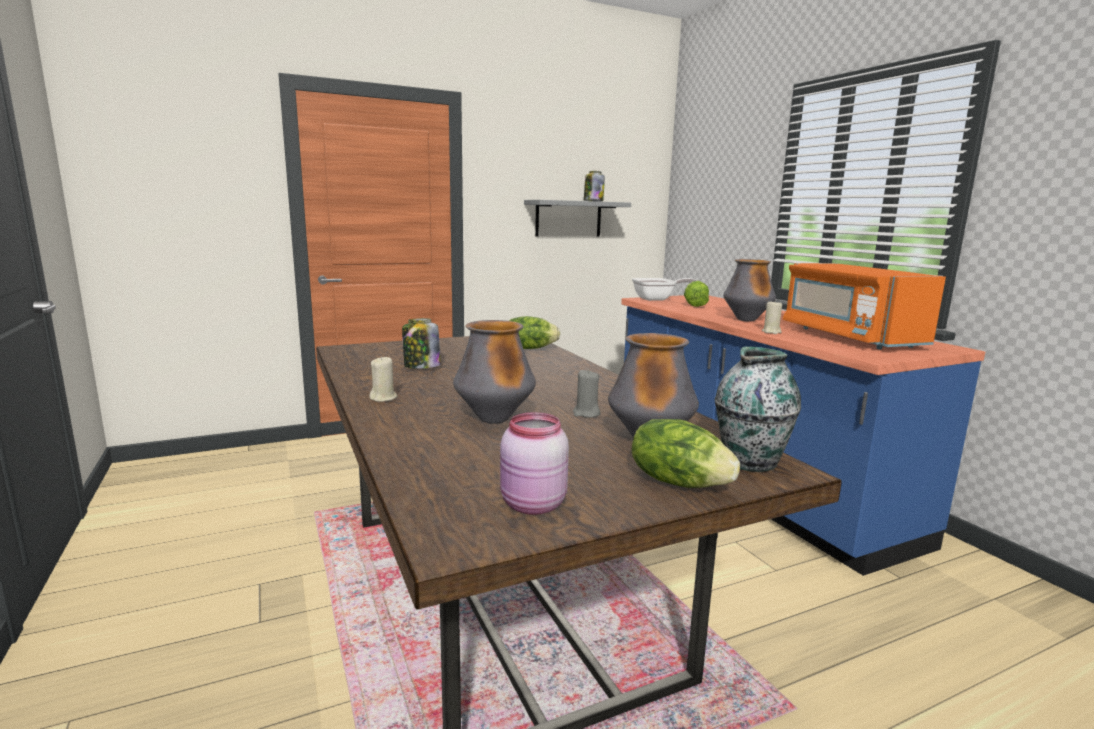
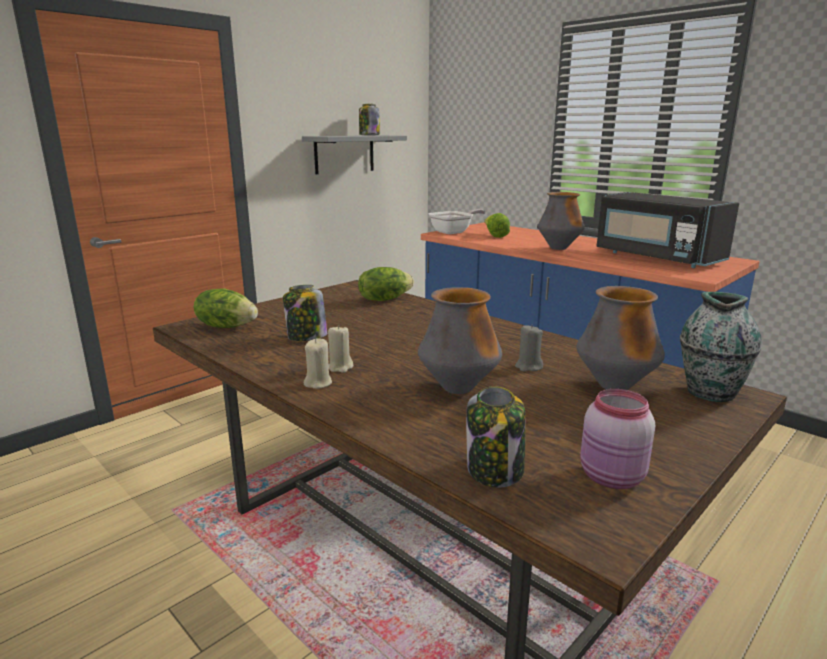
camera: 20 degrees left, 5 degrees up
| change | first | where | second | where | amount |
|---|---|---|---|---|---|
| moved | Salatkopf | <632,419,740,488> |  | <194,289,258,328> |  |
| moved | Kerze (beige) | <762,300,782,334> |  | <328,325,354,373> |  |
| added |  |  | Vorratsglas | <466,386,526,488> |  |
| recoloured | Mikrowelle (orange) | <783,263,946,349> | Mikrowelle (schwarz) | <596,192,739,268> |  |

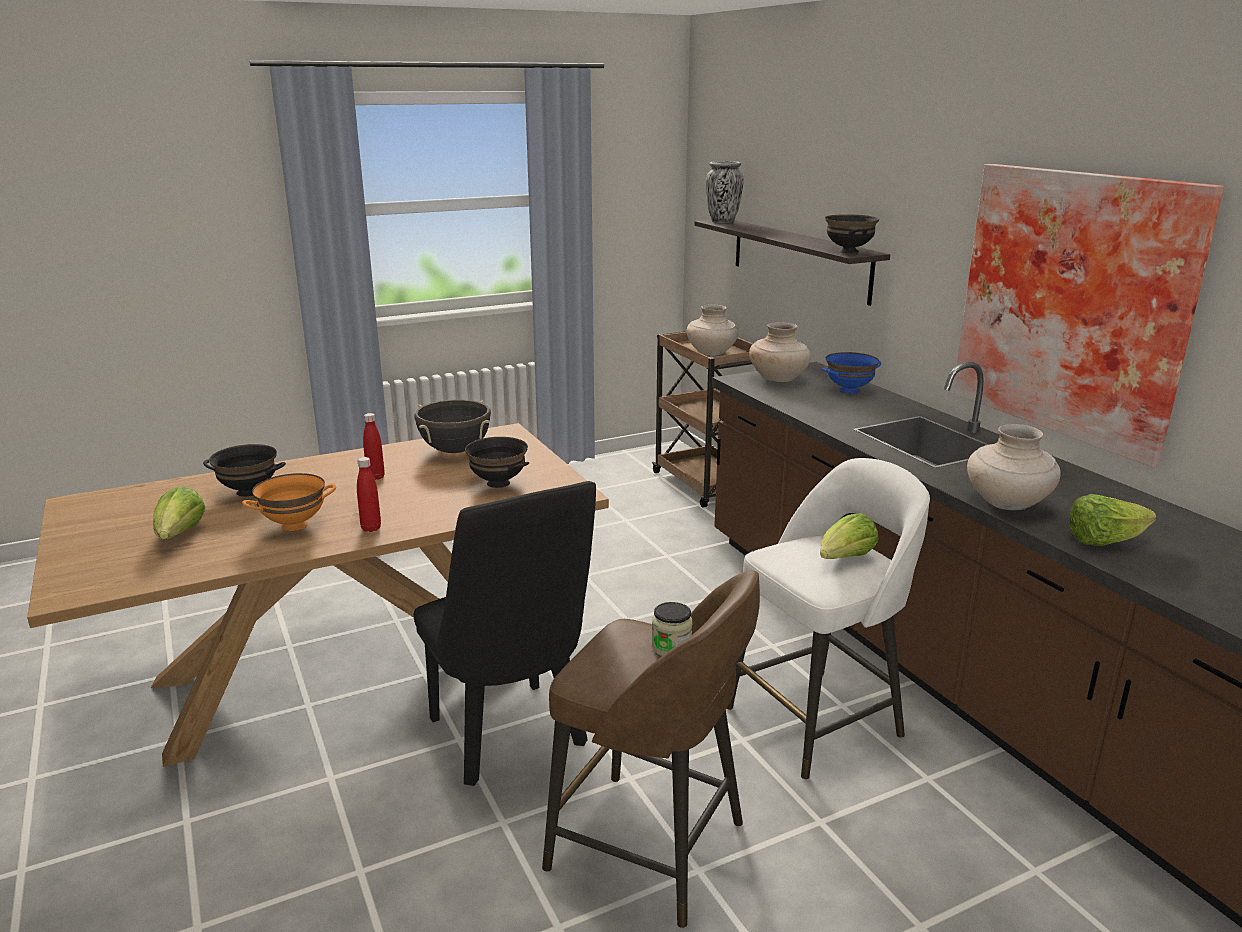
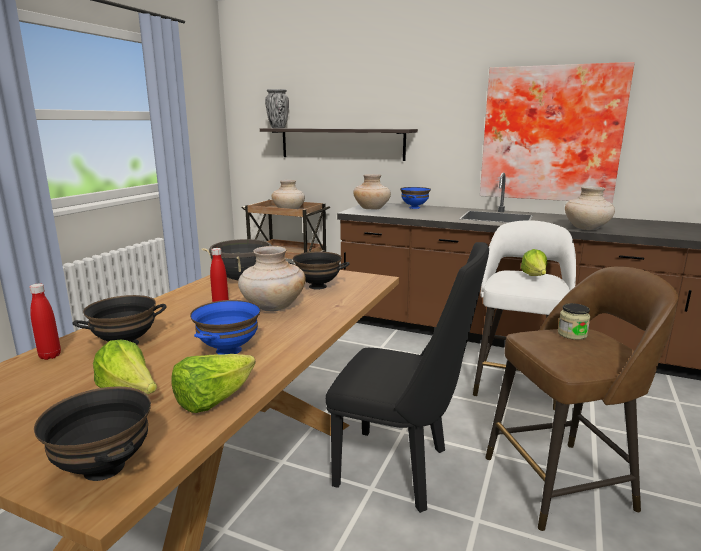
camera: 40 degrees left, 5 degrees down
| change | first | where | second | where | amount |
|---|---|---|---|---|---|
| moved | Flasche (rot) | <357,457,381,532> |  | <29,284,61,360> |  |
| moved | Schüssel (schwarz) | <825,214,879,253> |  | <34,386,151,481> |  |
| moved | Salatkopf | <1069,494,1156,546> |  | <171,354,256,413> |  |
| recoloured | Schüssel (orange) | <242,473,336,531> | Schüssel (blau) | <190,300,260,355> |  |
| added |  |  | Vase (beige) | <238,246,306,311> |  |

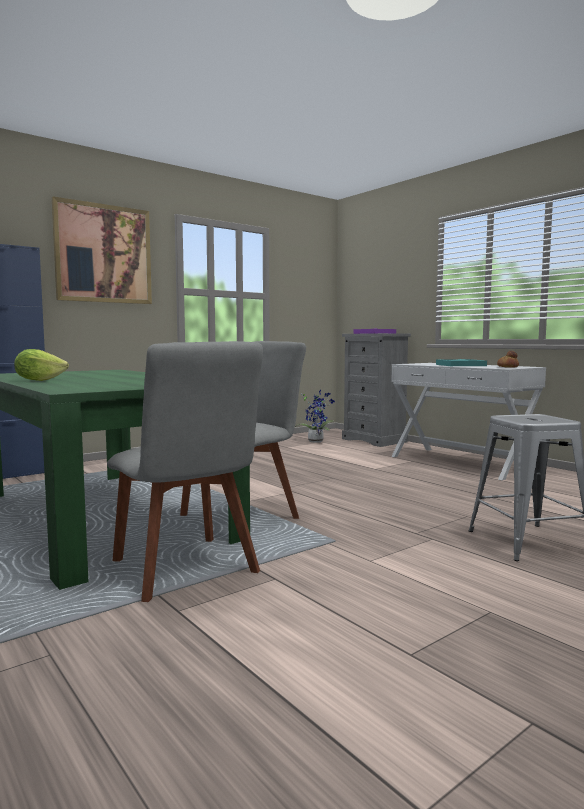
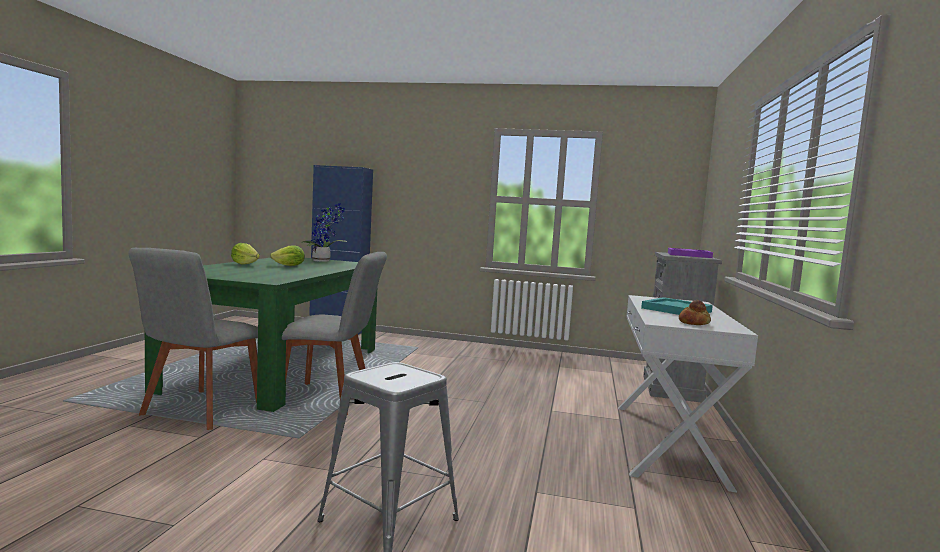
camera: 50 degrees right, 0 degrees up
| change | first | where | second | where | amount |
|---|---|---|---|---|---|
| added |  |  | Salatkopf | <270,246,305,266> |  |
| moved | Topfpflanze | <295,389,335,443> |  | <303,203,347,262> |  |
| removed | Bild | <52,196,152,304> |  |  |  |

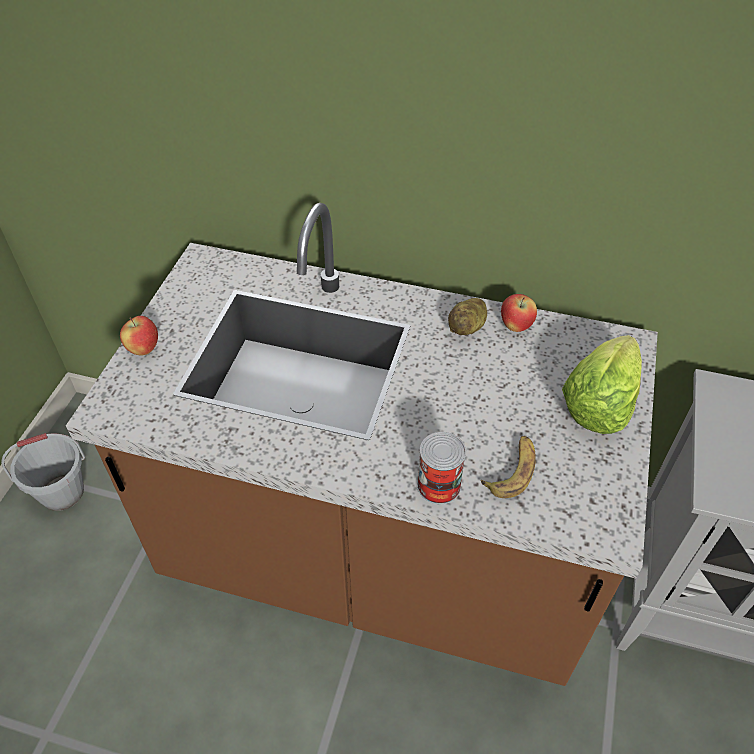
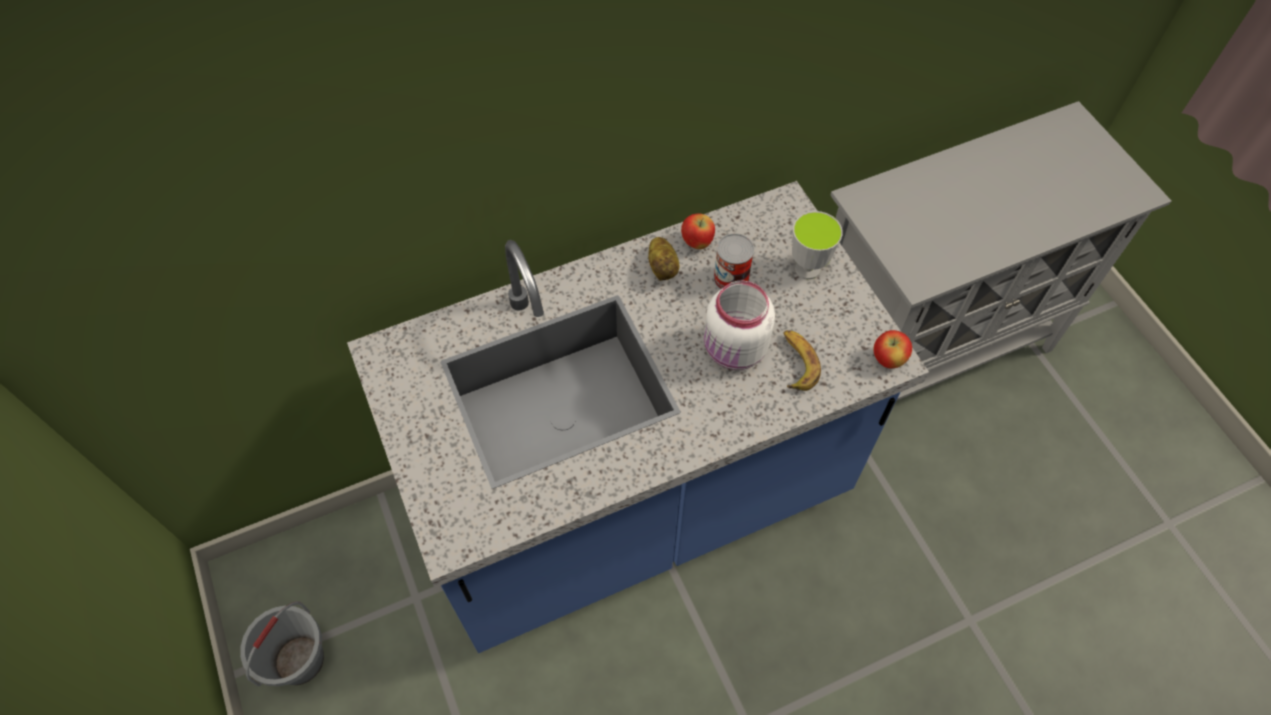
camera: 40 degrees left, 10 degrees up
| change | first | where | second | where | amount |
|---|---|---|---|---|---|
| recoloured | Küchenzeile (braun) | <66,203,658,686> | Küchenzeile (blau) | <347,181,929,653> |  |
| added |  |  | Vorratsglas (weiß) | <704,280,775,370> |  |
| moved | Dose | <417,432,466,504> |  | <713,233,754,290> |  |
| replaced | Salatkopf | <562,335,642,434> | Tasse | <792,211,843,279> |  |
| moved | Apfel | <120,316,158,355> |  | <873,330,912,369> |  |

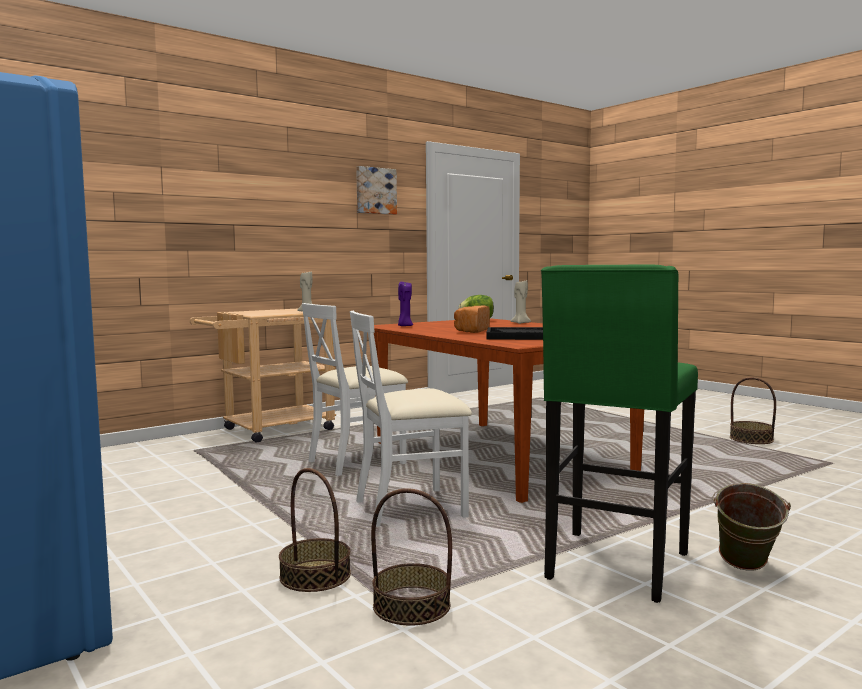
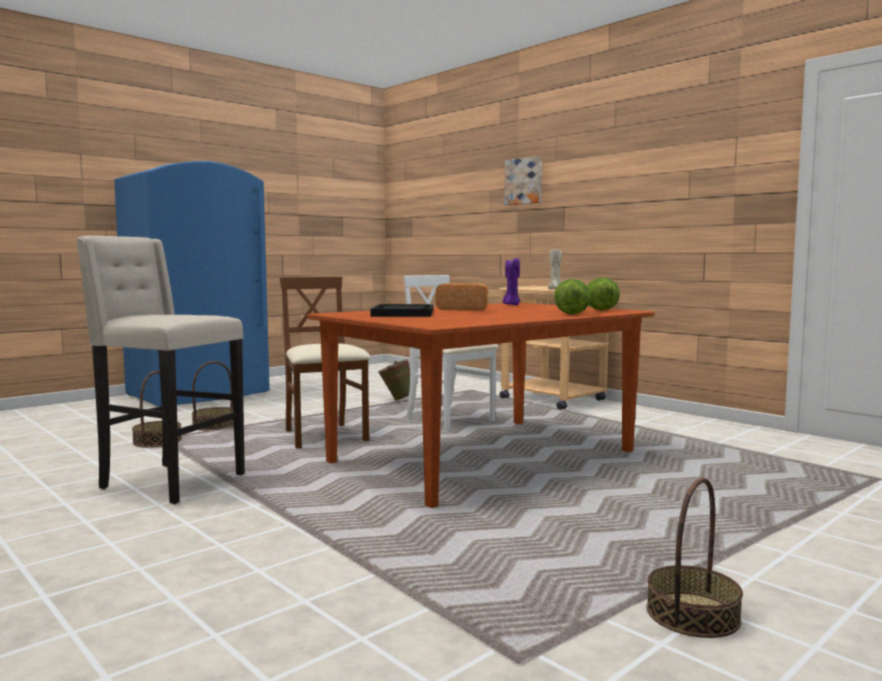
camera: 85 degrees right, 0 degrees up
| change | first | where | second | where | amount |
|---|---|---|---|---|---|
| recoloured | Hocker (grün) | <541,265,698,603> | Hocker (beige) | <76,235,245,504> |  |
| recoloured | Stuhl (weiß) | <350,311,472,527> | Stuhl (braun) | <280,276,371,449> |  |
| moved | Eimer (grün) | <712,483,791,571> |  | <378,359,410,401> |  |
| moved | Bild | <356,166,397,215> |  | <504,156,542,205> |  |
| replaced | Kerze (beige) | <511,280,531,324> | Salatkopf | <554,279,591,315> |  |

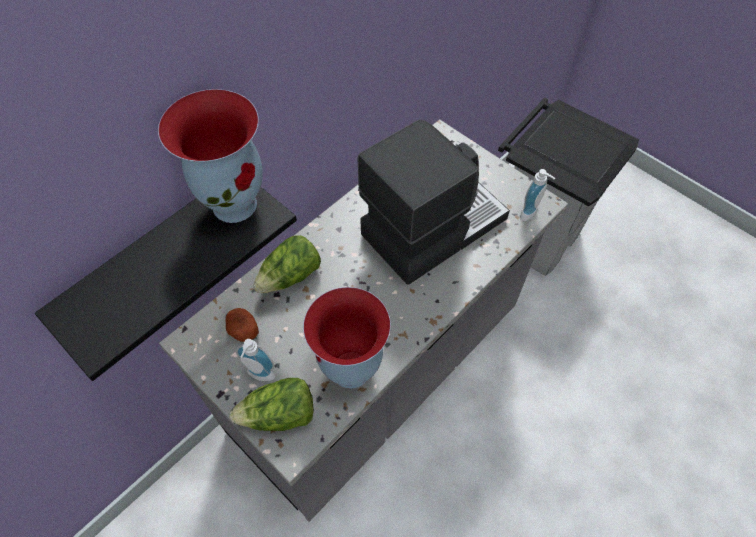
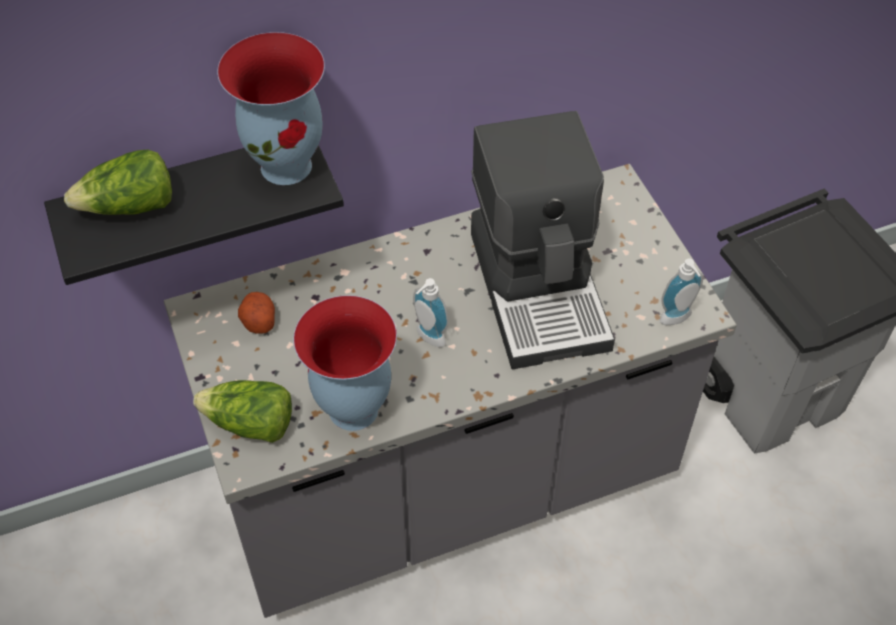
camera: 25 degrees right, 5 degrees down
| change | first | where | second | where | amount |
|---|---|---|---|---|---|
| moved | Salatkopf | <254,235,321,293> |  | <64,150,172,215> |  |
| moved | Seifenspender | <236,339,275,381> |  | <413,278,449,347> |  |
| turned | Kaffeemaschine | <358,120,510,285> |  | <471,111,615,369> | 90 degrees clockwise |

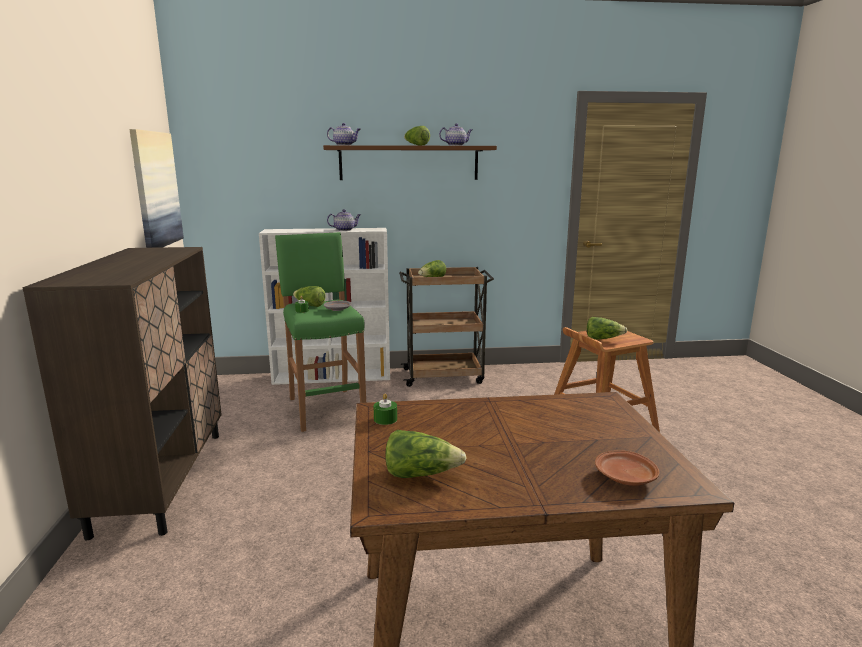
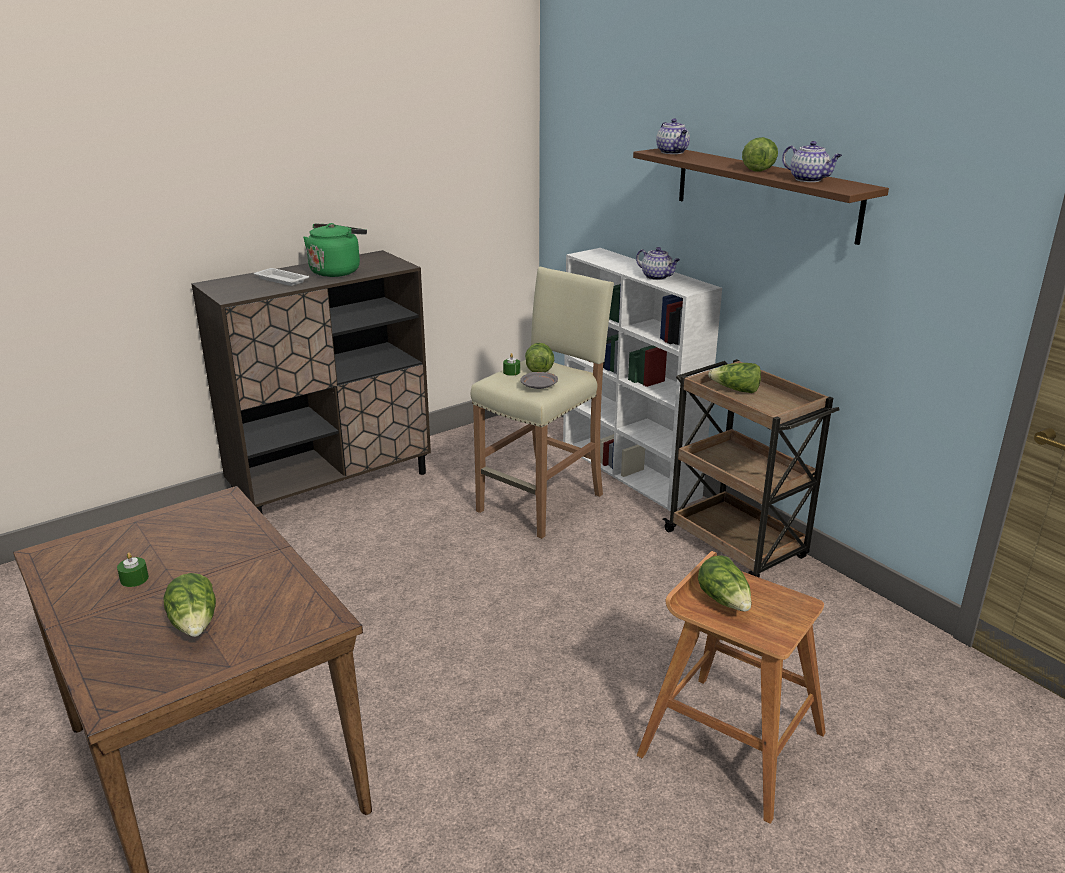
camera: 60 degrees right, 10 degrees up
| change | first | where | second | where | amount |
|---|---|---|---|---|---|
| moved | Kerze (grün) | <374,393,397,425> |  | <117,552,149,587> |  |
| moved | Salatkopf | <385,430,467,478> |  | <163,573,216,637> |  |
| added |  |  | Tablett (weiß) | <254,268,309,286> |  |
| added |  |  | Wasserkessel (grün) | <303,223,367,277> |  |
| recoloured | Hocker (grün) | <275,232,366,432> | Hocker (beige) | <471,267,614,539> |  |
| removed | Bild | <129,129,184,248> |  |  |  |
| removed | Teller (braun) | <595,450,660,486> |  |  |  |

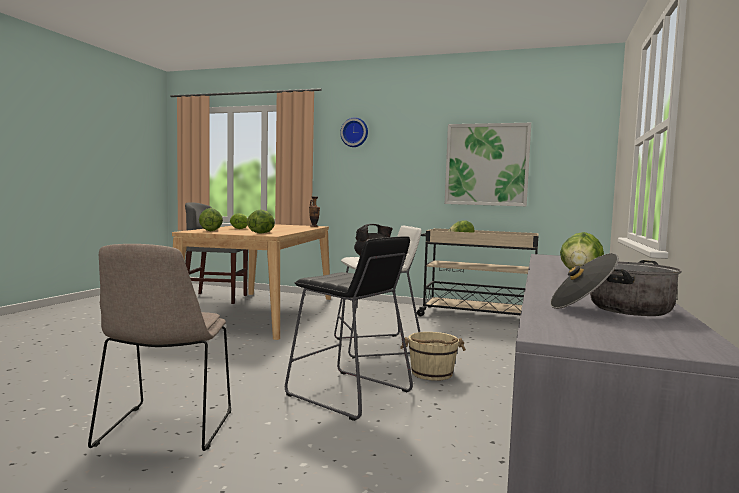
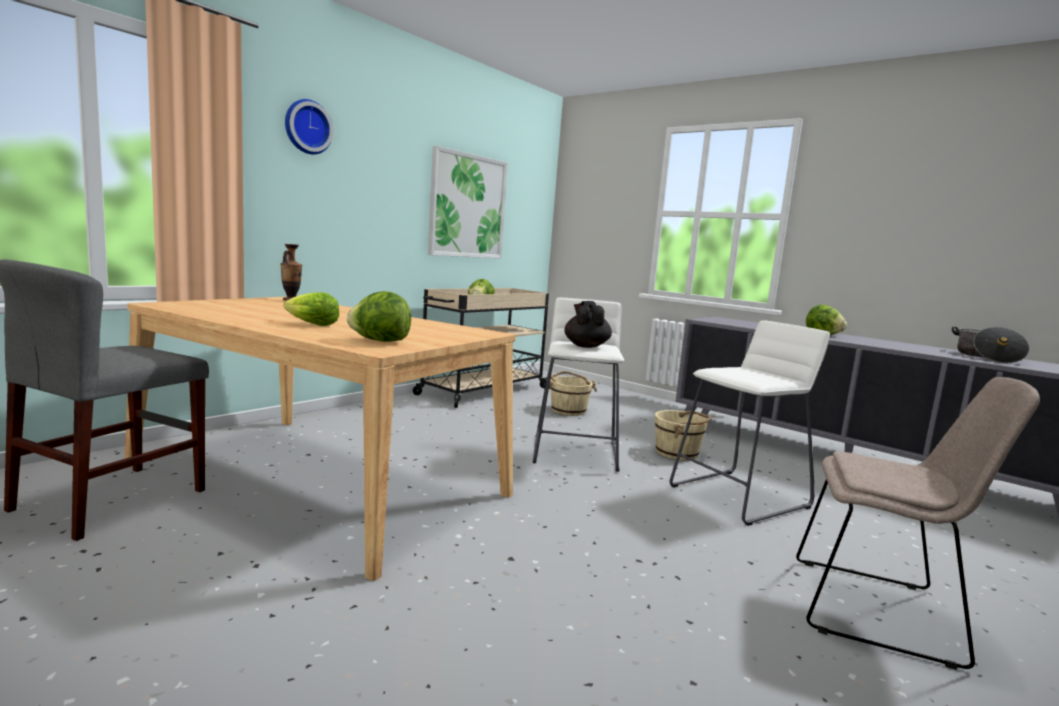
camera: 70 degrees left, 5 degrees up
| change | first | where | second | where | amount |
|---|---|---|---|---|---|
| added |  |  | Eimer (beige) | <544,371,597,416> |  |
| recoloured | Hocker (schwarz) | <285,236,413,421> | Hocker (weiß) | <670,320,830,526> |  |
| removed | Salatkopf | <247,210,275,233> |  |  |  |

